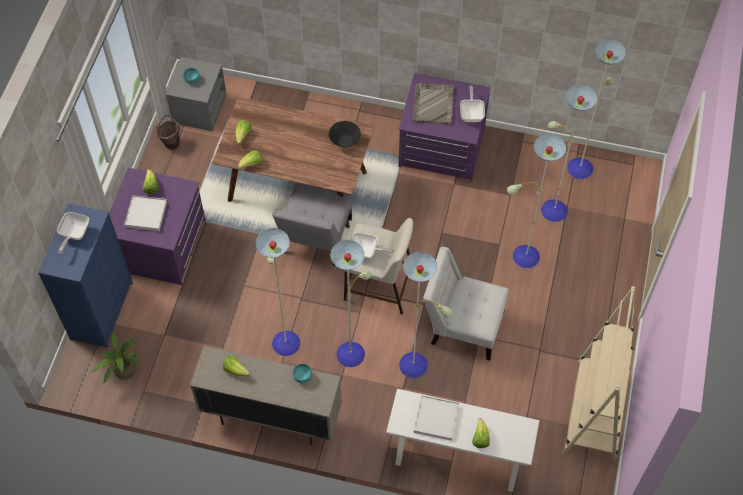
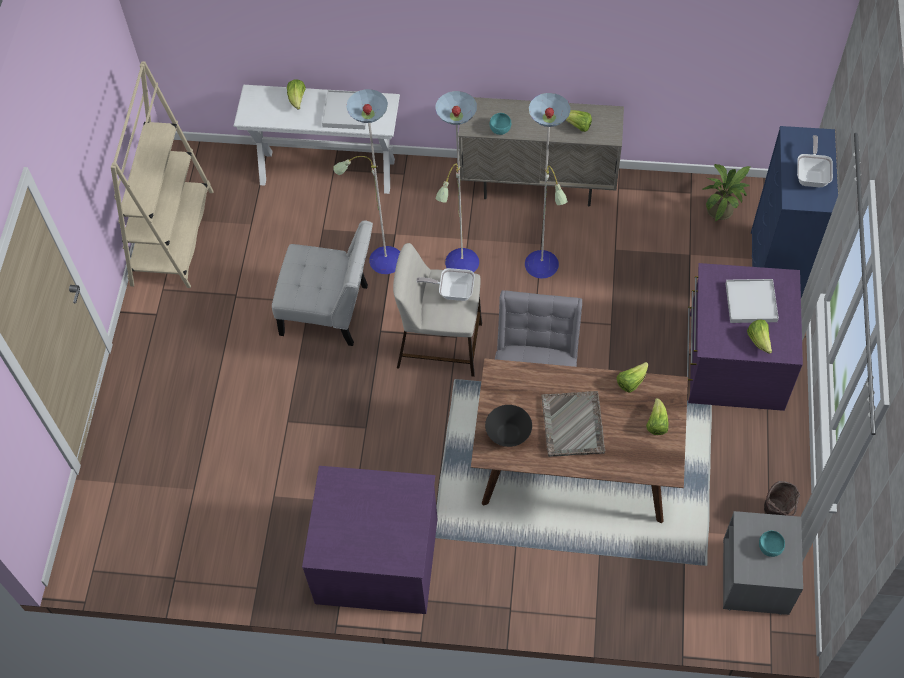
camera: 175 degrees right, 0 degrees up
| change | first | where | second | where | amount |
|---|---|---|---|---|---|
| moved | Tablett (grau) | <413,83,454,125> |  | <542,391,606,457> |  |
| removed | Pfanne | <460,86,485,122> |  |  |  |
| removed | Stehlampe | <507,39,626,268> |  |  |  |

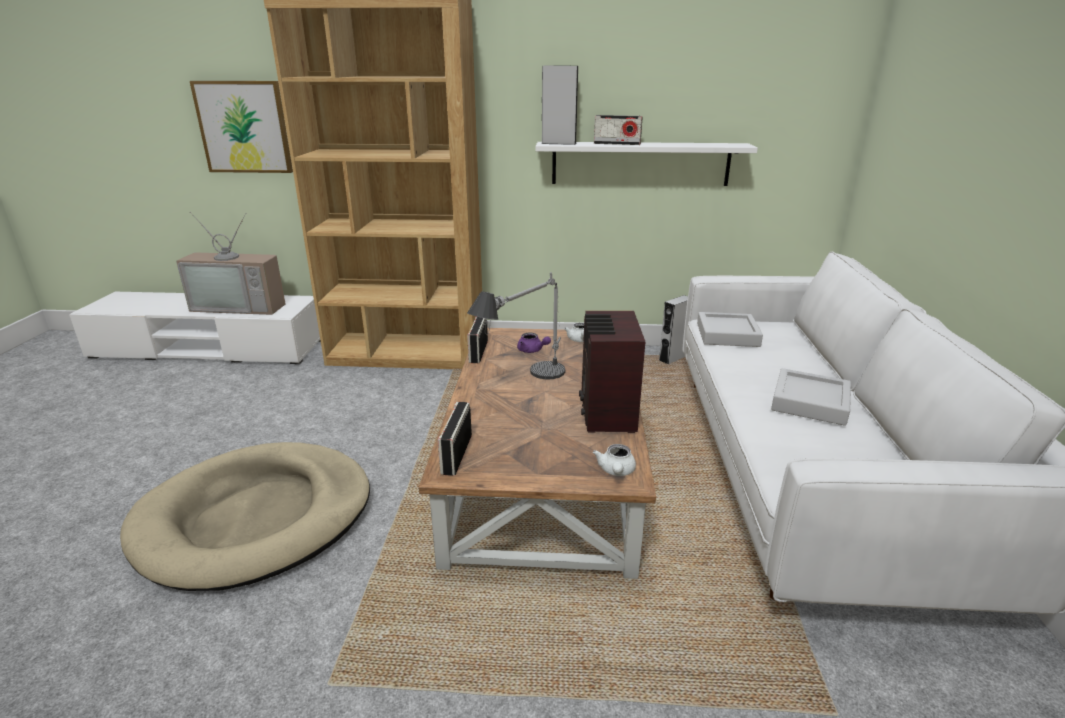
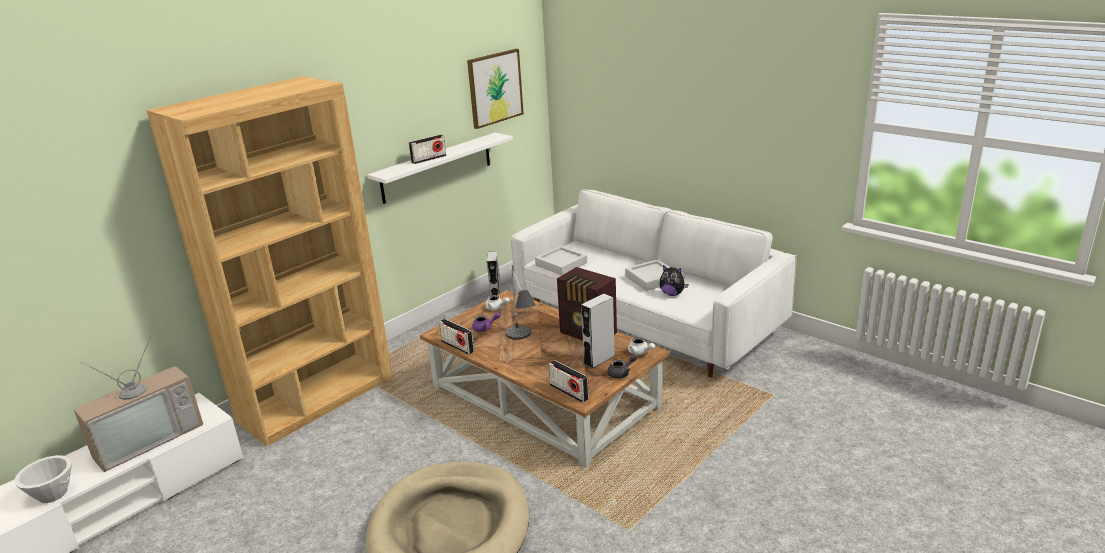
camera: 50 degrees left, 0 degrees up
| change | first | where | second | where | amount |
|---|---|---|---|---|---|
| added |  |  | Schüssel (weiß) | <14,455,72,503> |  |
| moved | Bild | <190,81,293,173> |  | <467,49,524,129> |  |
| moved | Lautsprecher (grau) | <542,66,578,145> |  | <581,294,615,369> |  |
| added |  |  | Teekanne (grau) | <608,354,637,379> |  |
| added |  |  | Plüschtier | <659,265,689,296> |  |

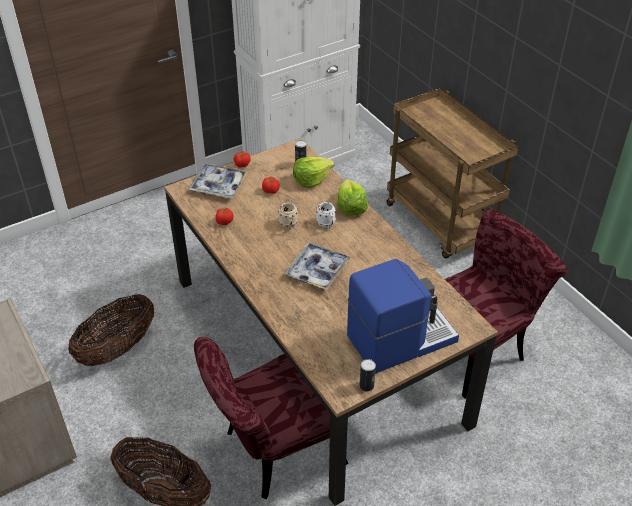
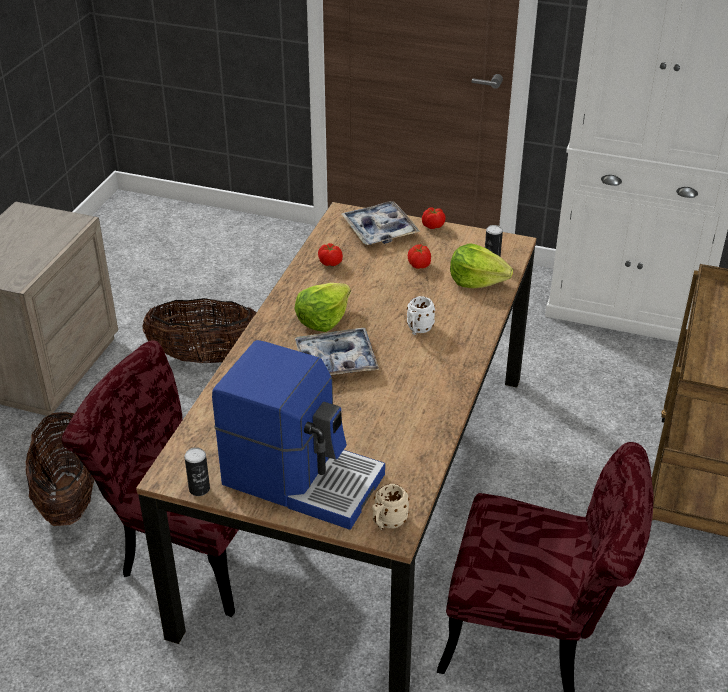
camera: 50 degrees right, 5 degrees down
| change | first | where | second | where | amount |
|---|---|---|---|---|---|
| moved | Salatkopf | <337,179,368,215> |  | <295,283,351,332> |  |
| moved | Henkelbecher (beige) | <278,203,298,230> |  | <372,484,410,530> |  |

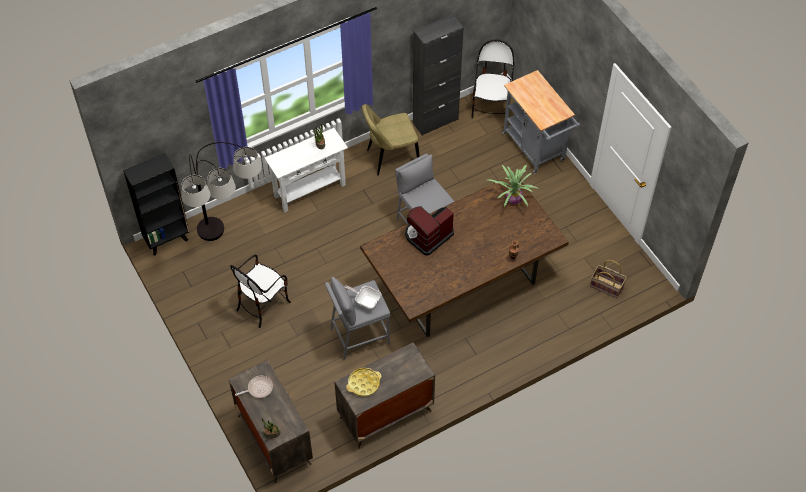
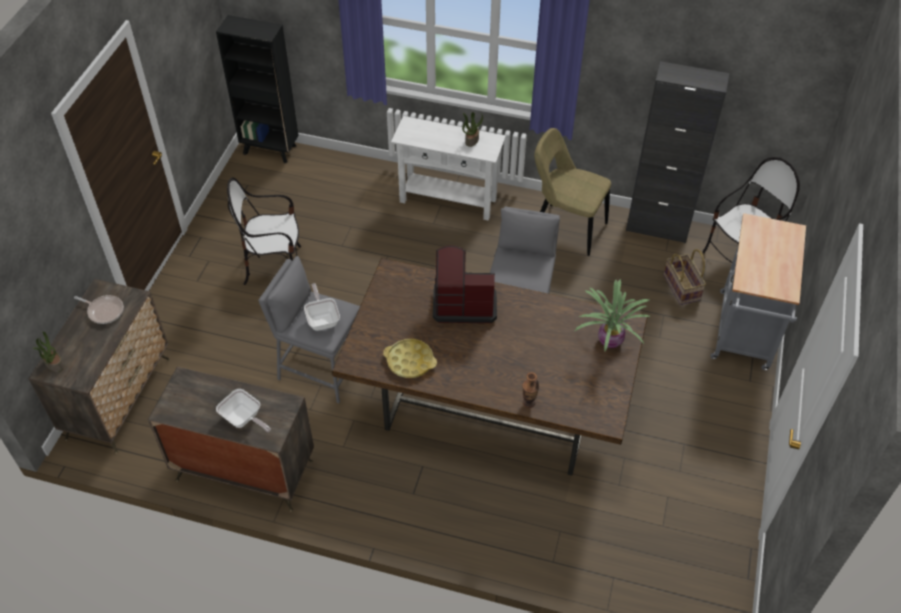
camera: 45 degrees right, 5 degrees down
| change | first | where | second | where | amount |
|---|---|---|---|---|---|
| added |  |  | Pfanne | <216,389,271,432> |  |
| moved | Tablett (gelb) | <346,368,381,397> |  | <383,339,437,378> |  |
| moved | Korb | <590,260,627,298> |  | <664,249,706,305> |  |
| removed | Stehlampe | <181,142,262,241> |  |  |  |

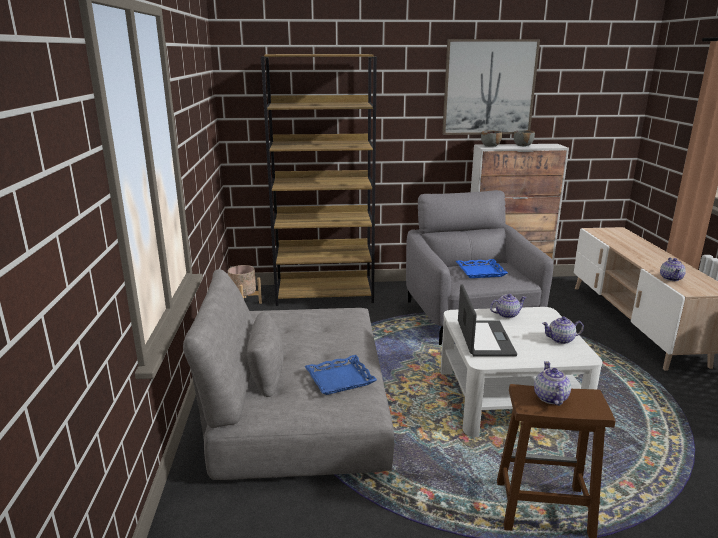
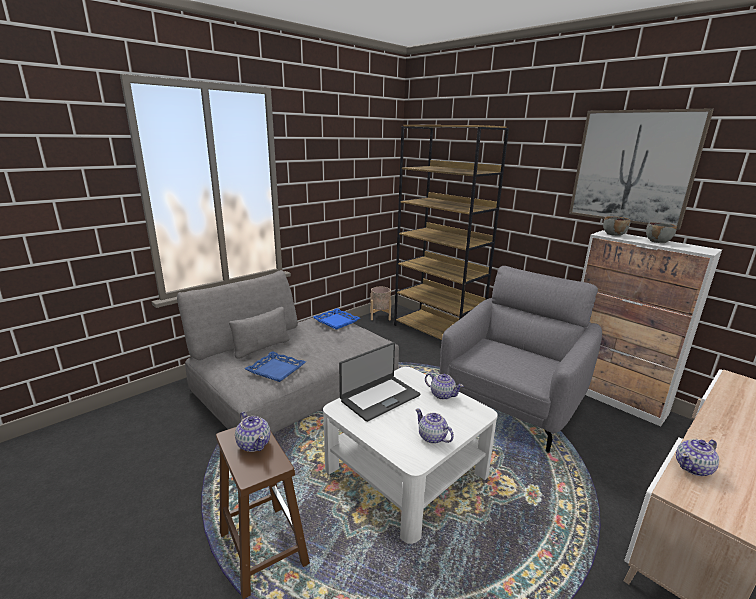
camera: 50 degrees right, 0 degrees up
| change | first | where | second | where | amount |
|---|---|---|---|---|---|
| turned | Teekanne | <534,361,571,406> |  | <235,412,271,452> | 90 degrees clockwise |
| moved | Tablett (blau) | <456,259,508,278> |  | <313,308,360,330> |  |

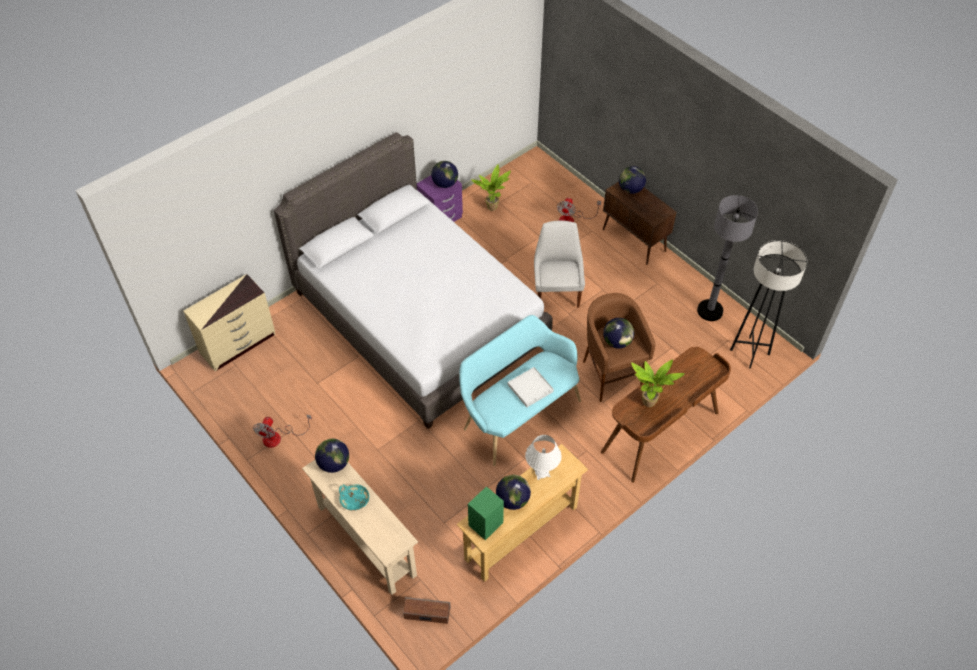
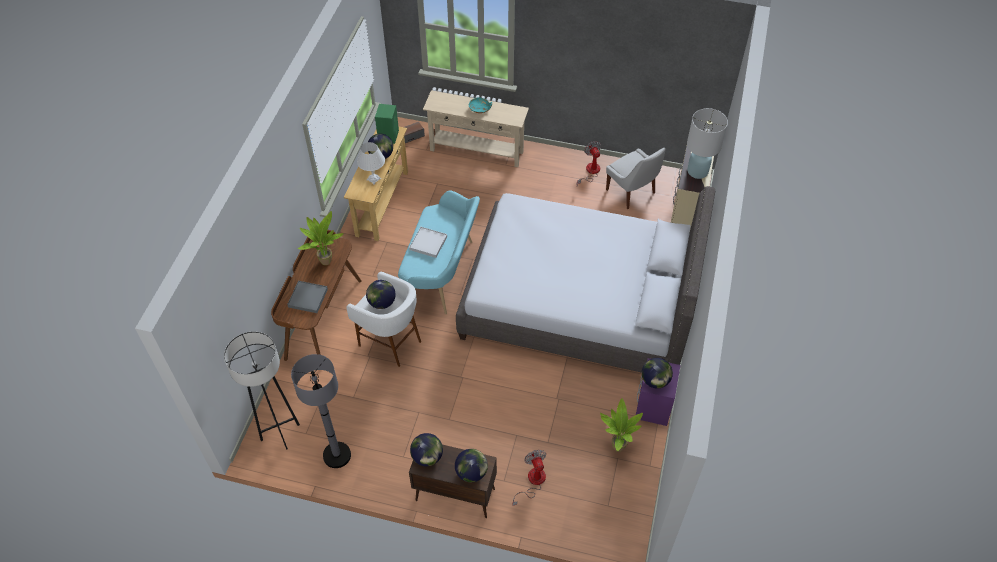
camera: 145 degrees right, 0 degrees up
| change | first | where | second | where | amount |
|---|---|---|---|---|---|
| added |  |  | Tablett (grau) | <287,281,328,313> |  |
| recoloured | Hocker (braun) | <583,293,655,402> | Hocker (weiß) | <346,272,421,367> |  |
| moved | Globus | <315,439,349,473> |  | <410,433,443,466> |  |
| moved | Stuhl (weiß) | <534,221,585,307> |  | <606,148,666,209> |  |
| added |  |  | Tischlampe (weiß) | <687,108,728,179> |  |

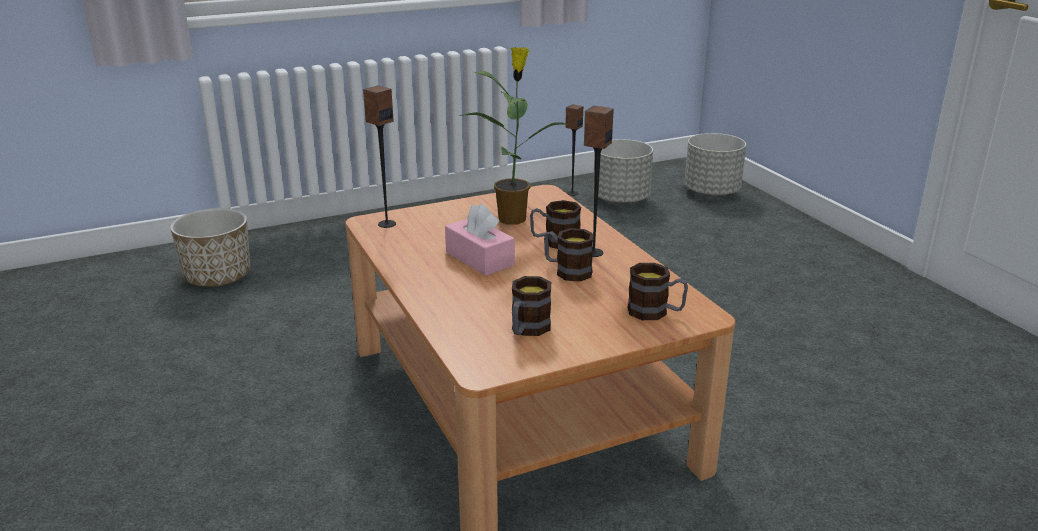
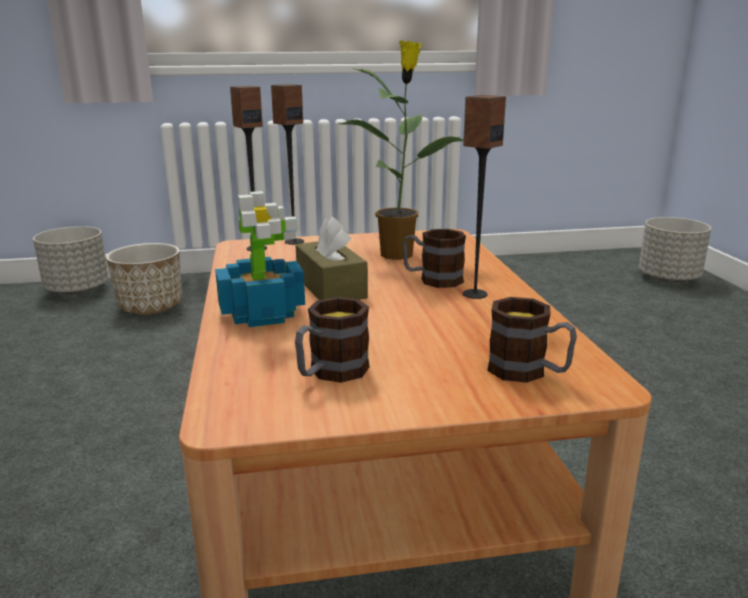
camera: 15 degrees right, 5 degrees down
| change | first | where | second | where | amount |
|---|---|---|---|---|---|
| moved | Pflanzkübel (grau) | <593,139,653,205> |  | <33,226,109,295> |  |
| added |  |  | Topfpflanze | <215,191,305,327> |  |
| moved | Lautsprecher | <565,104,583,196> |  | <271,84,304,245> |  |
| recoloured | Taschentuchbox (rosa) | <445,204,515,276> | Taschentuchbox (braun) | <295,217,368,300> |  |
| removed | Henkelbecher | <544,228,594,282> |  |  |  |

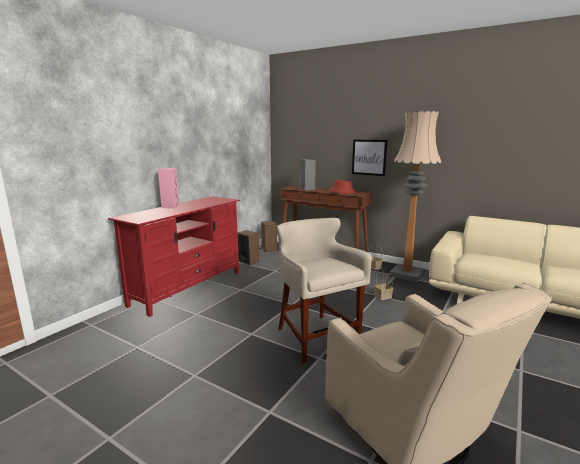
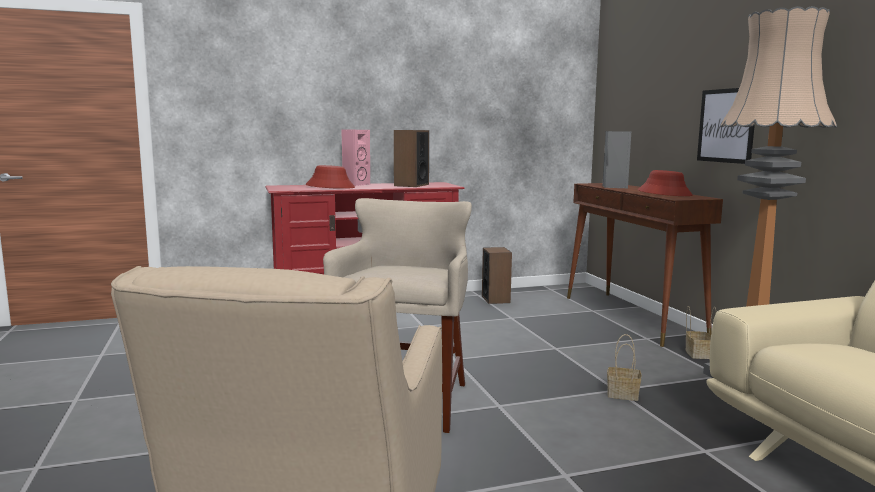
camera: 40 degrees right, 5 degrees down
| change | first | where | second | where | amount |
|---|---|---|---|---|---|
| added |  |  | Hut (rot) | <305,165,355,189> |  |
| moved | Lautsprecher | <261,221,277,252> |  | <394,130,429,187> |  |

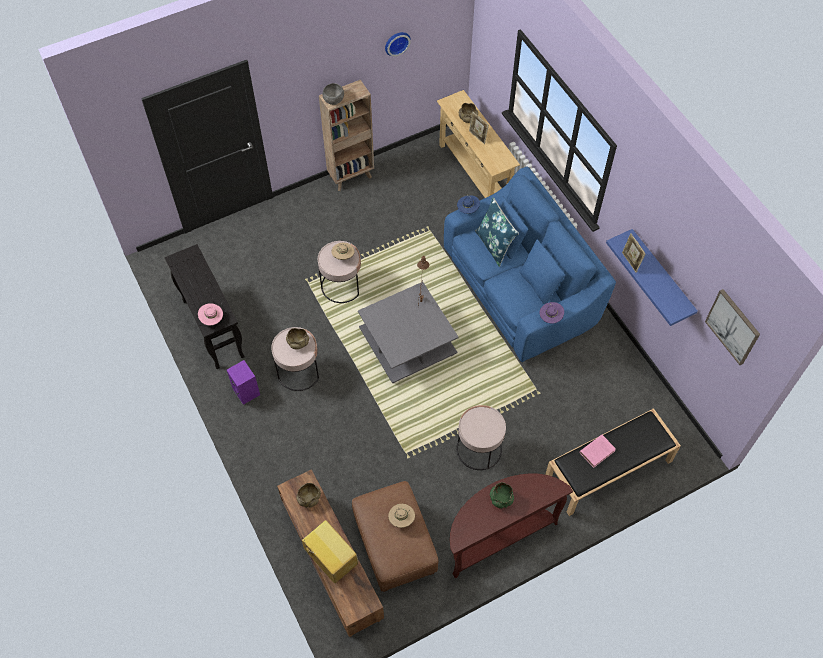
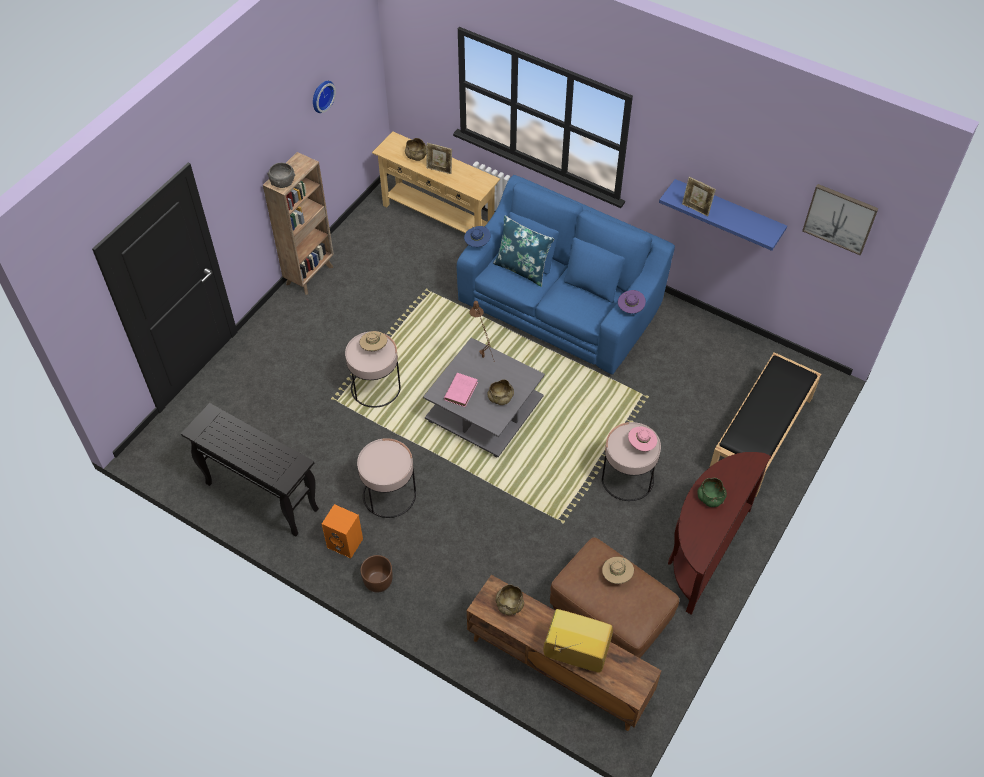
camera: 30 degrees left, 5 degrees down
| change | first | where | second | where | amount |
|---|---|---|---|---|---|
| recoloured | Lautsprecher (lila) | <227,360,260,405> | Lautsprecher (orange) | <322,504,363,558> |  |
| added |  |  | Pflanzkübel (braun) | <360,555,393,593> |  |
| moved | Buch (rosa) | <579,434,616,468> |  | <444,373,478,407> |  |
| moved | Schüssel (beige) | <286,328,309,350> |  | <487,379,514,405> |  |
| moved | Hut (rosa) | <198,303,223,326> |  | <628,427,657,452> |  |

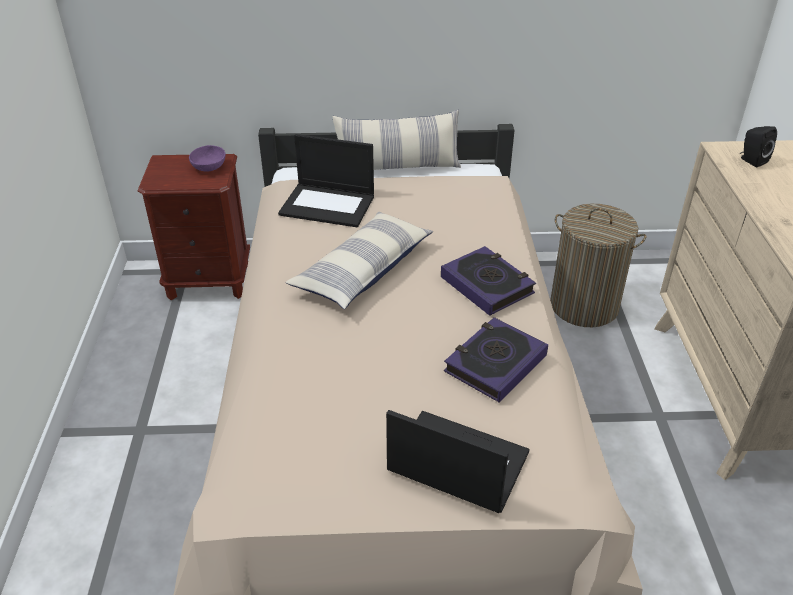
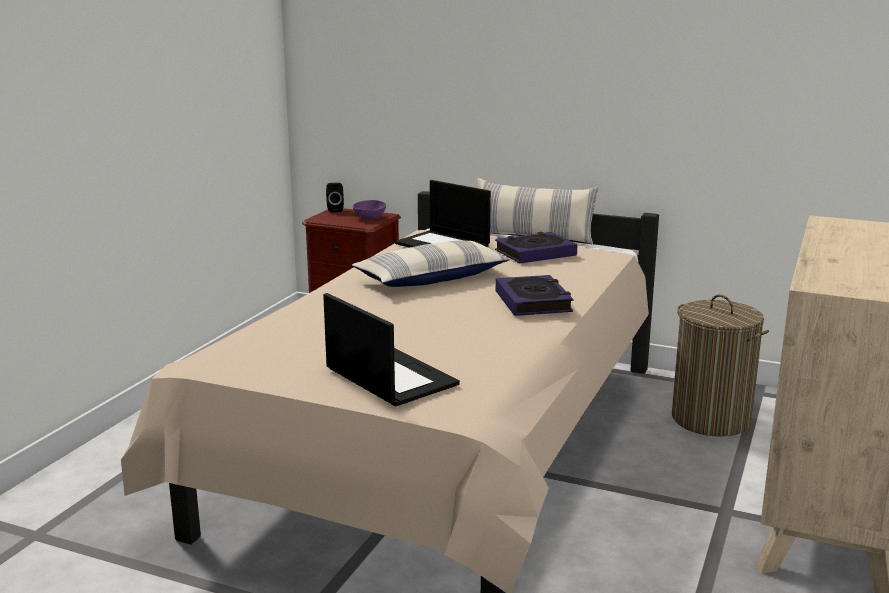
camera: 25 degrees right, 20 degrees down
| change | first | where | second | where | amount |
|---|---|---|---|---|---|
| moved | Lautsprecher (schwarz) | <740,126,777,167> |  | <326,183,344,212> |  |
| moved | Buch | <444,317,548,403> |  | <495,232,577,264> |  |

